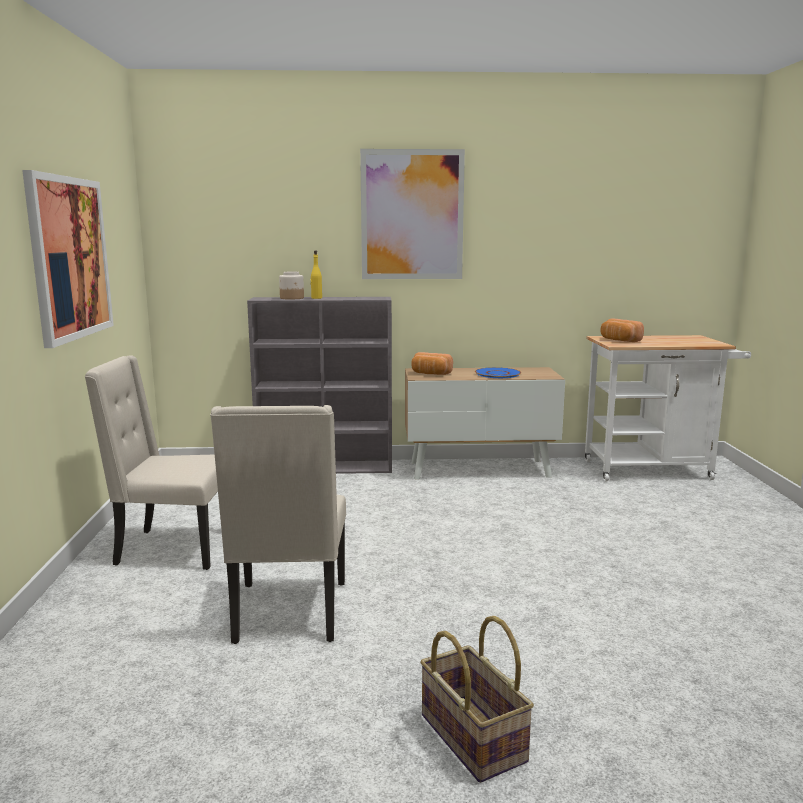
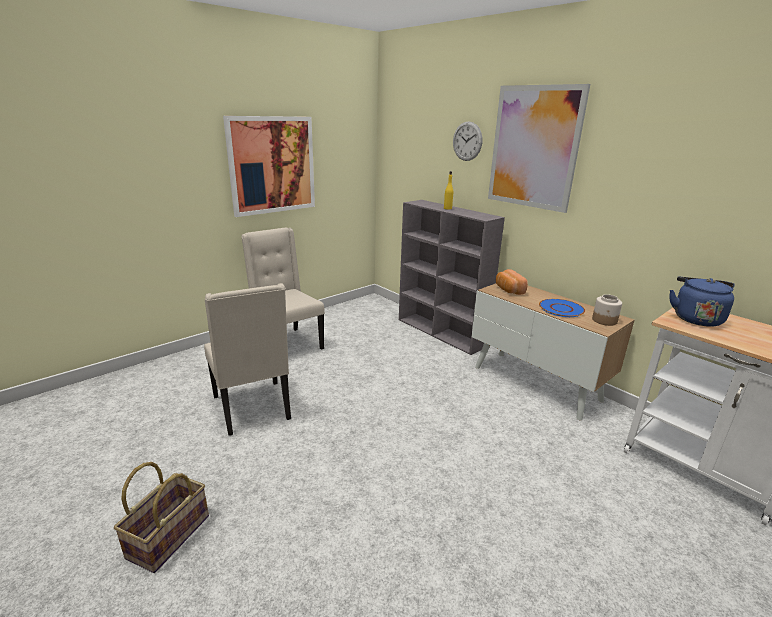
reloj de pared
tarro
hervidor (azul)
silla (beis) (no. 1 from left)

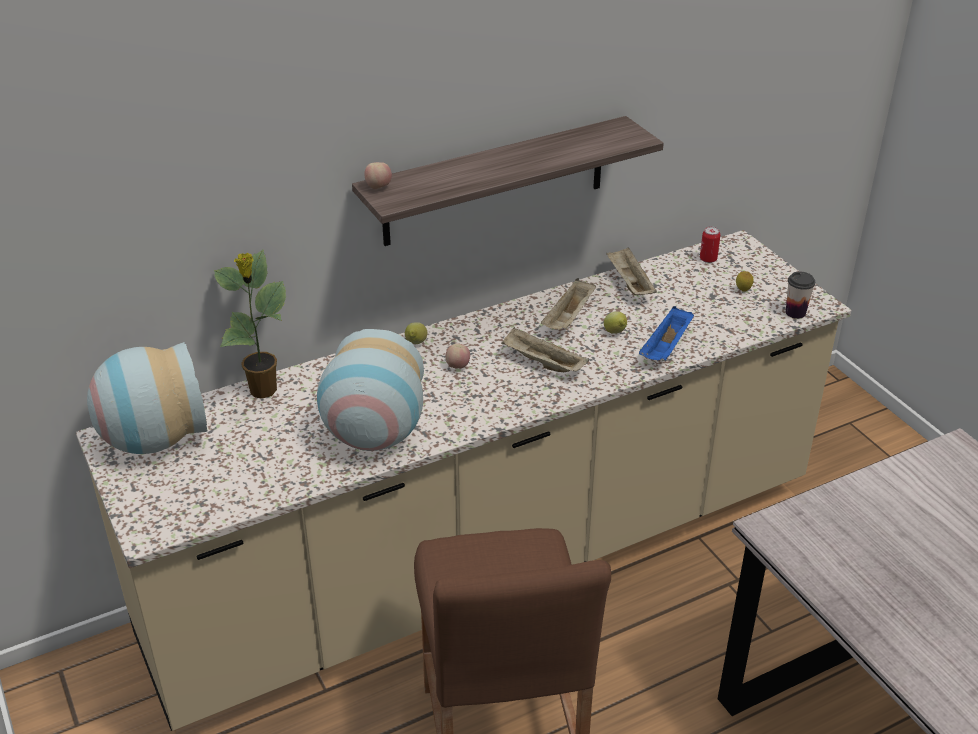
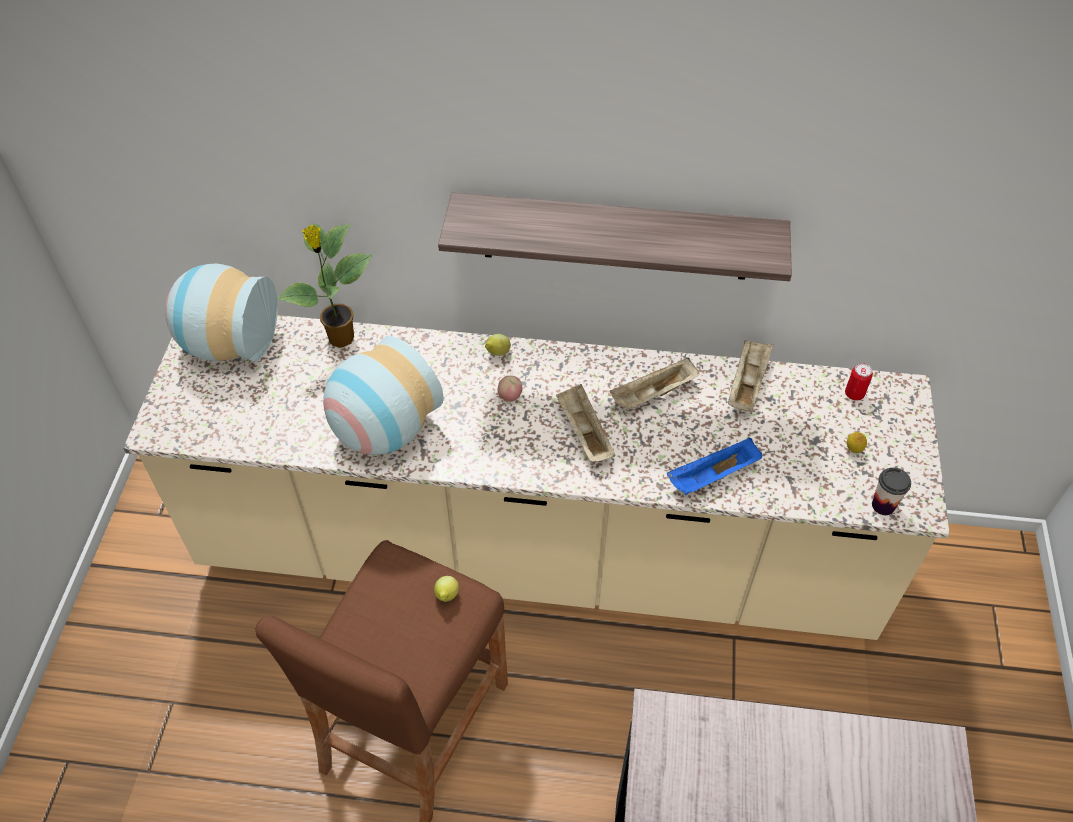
manzana (no. 1 from left in the first image)
limón (no. 1 from left)

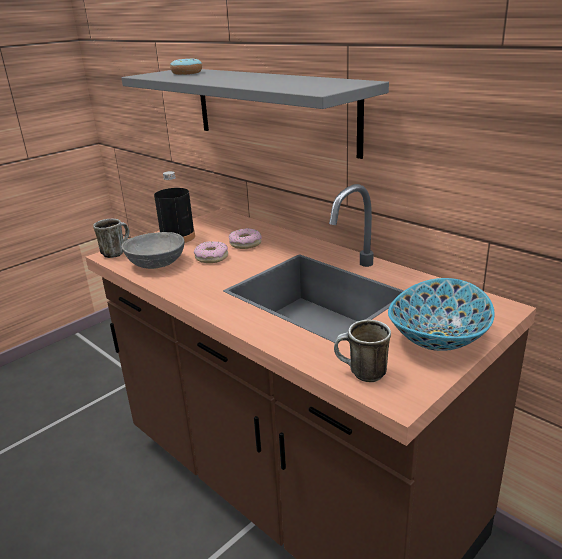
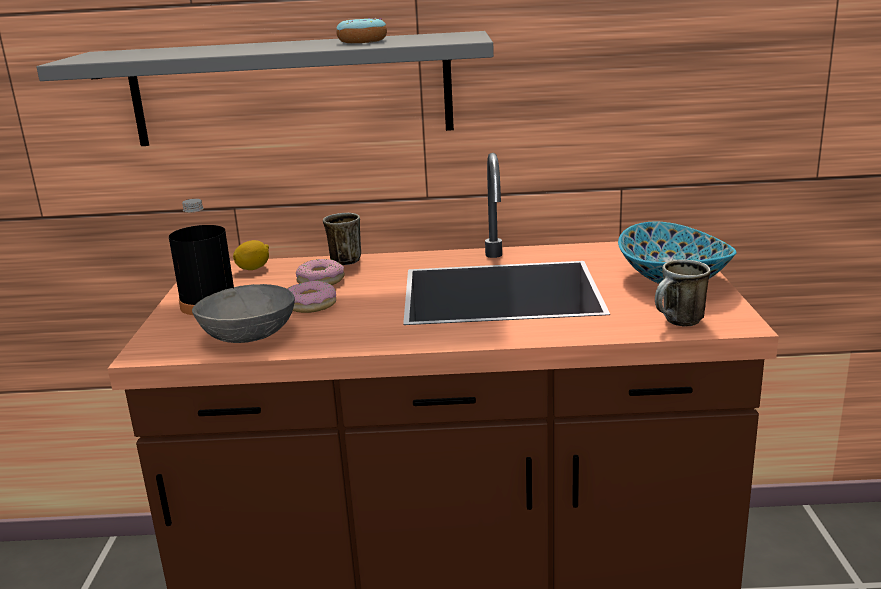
limón
taza grande (no. 1 from left)
rosquilla (no. 3 from left)

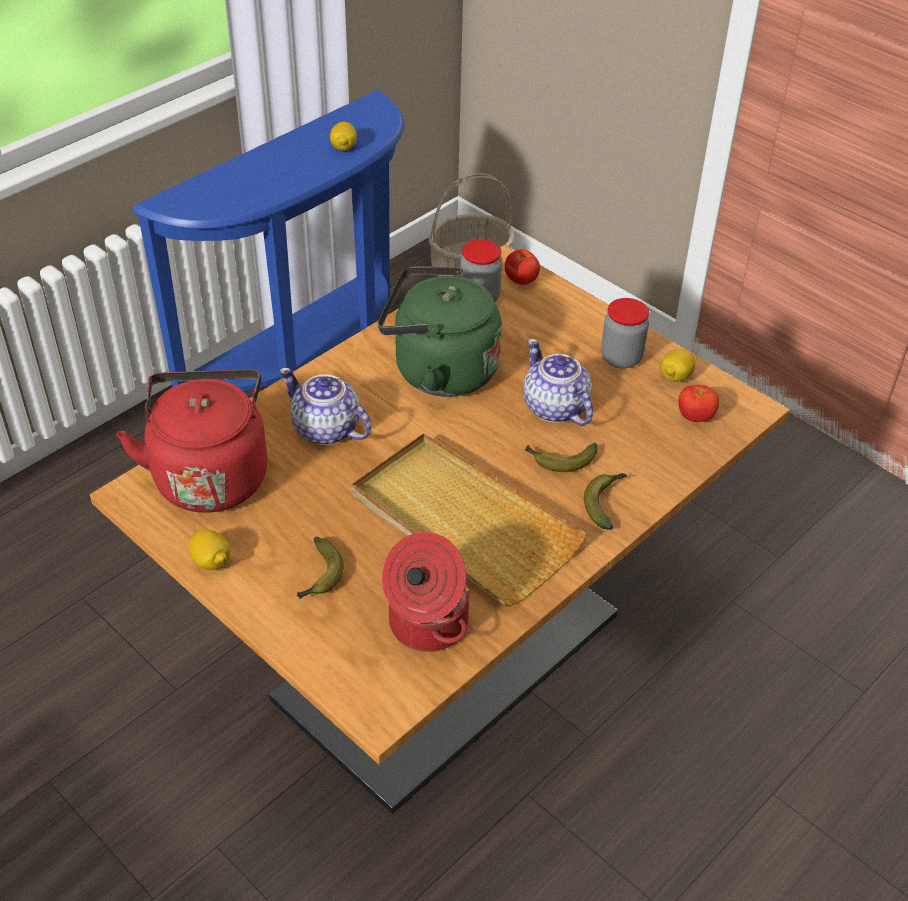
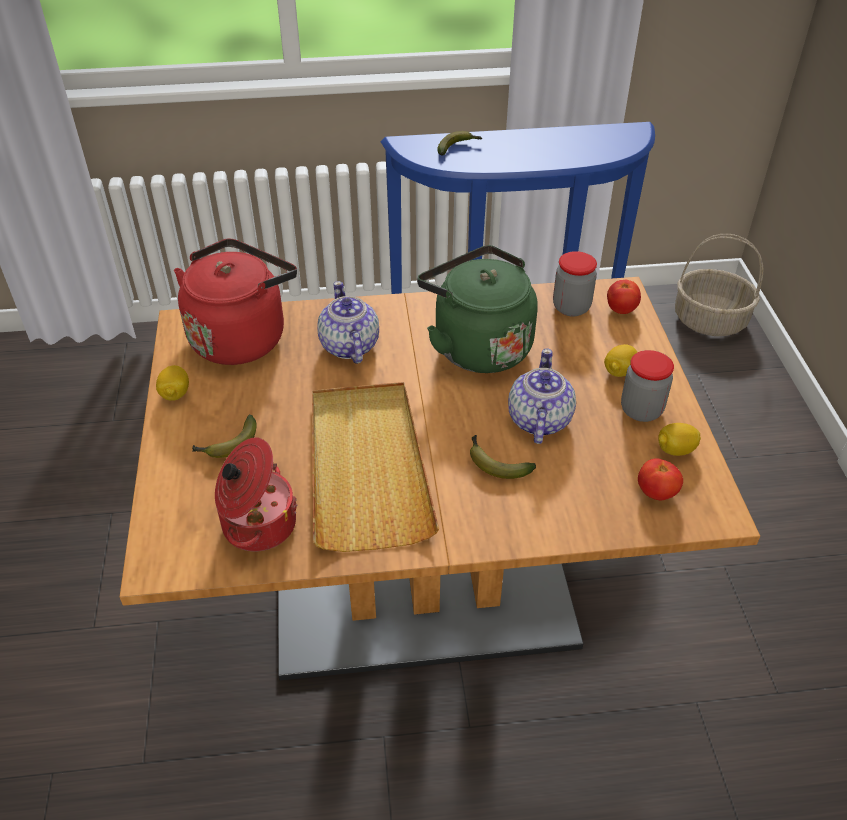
limón (no. 2 from left)
plátano (no. 2 from left)

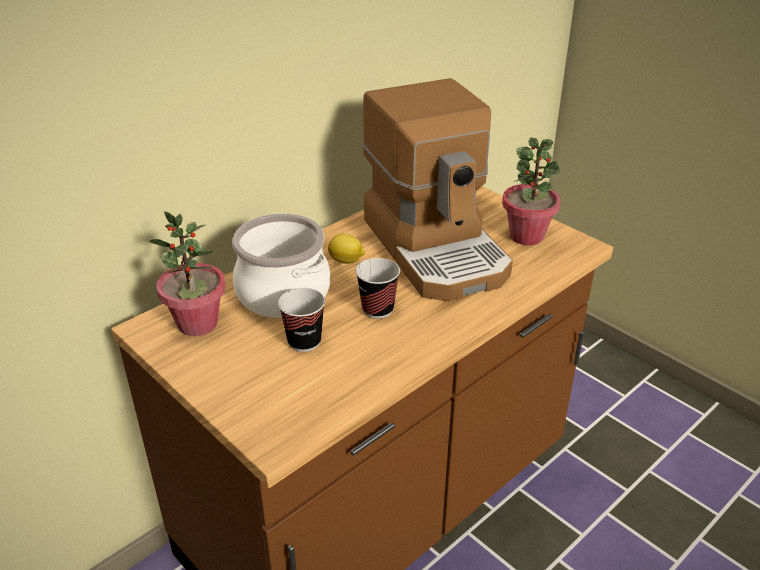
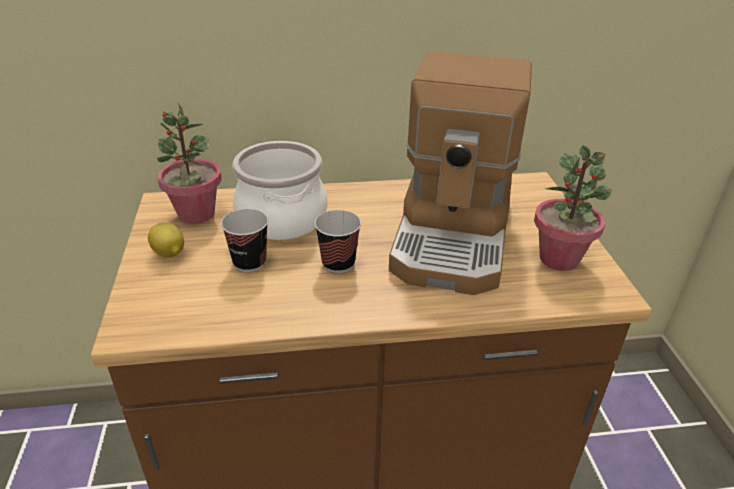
limón

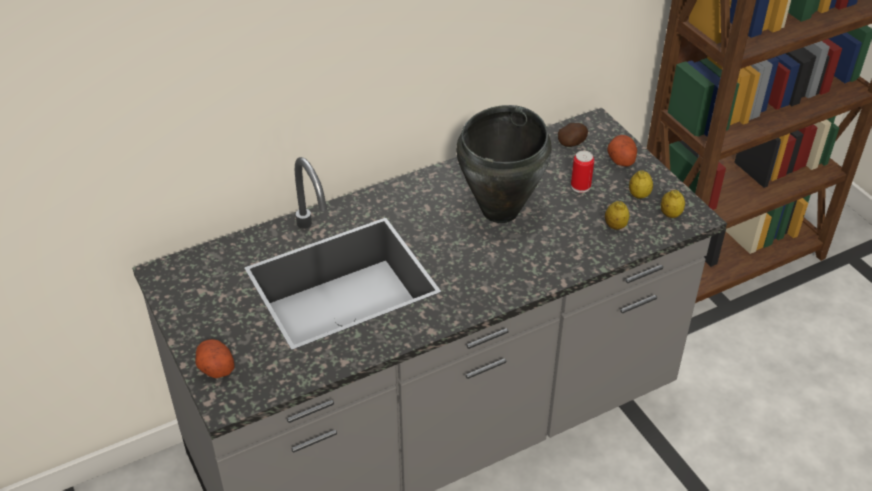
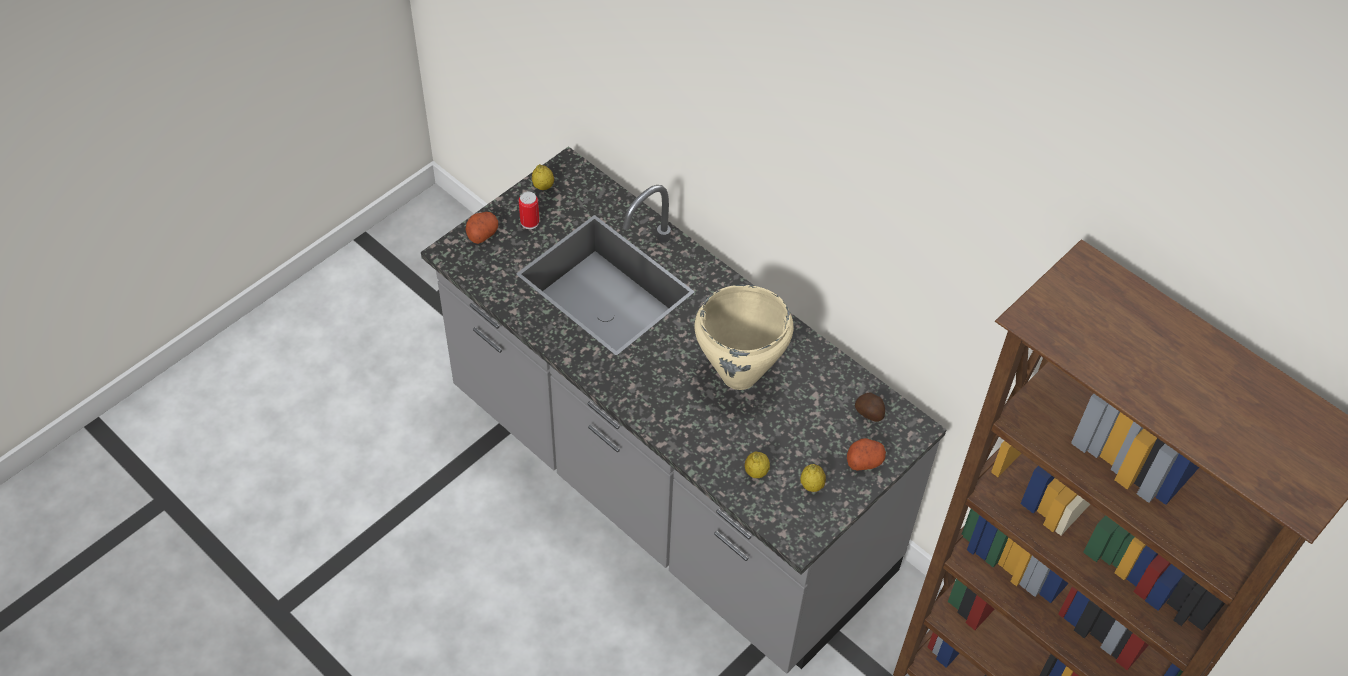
lata
limón (no. 1 from left)
olla (beis)

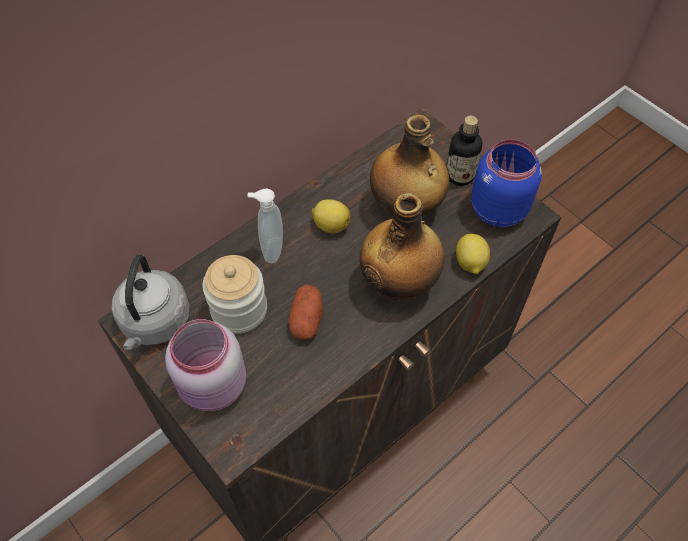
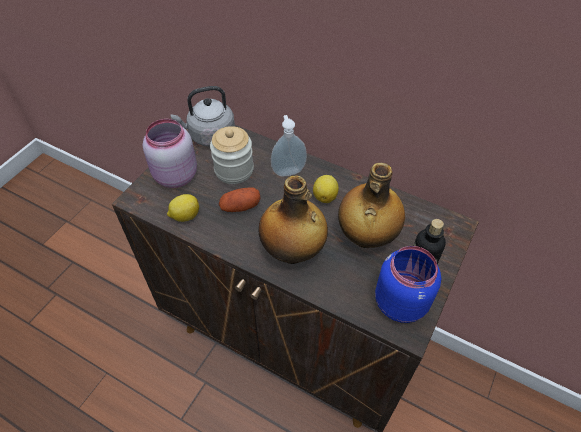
limón (no. 1 from left)

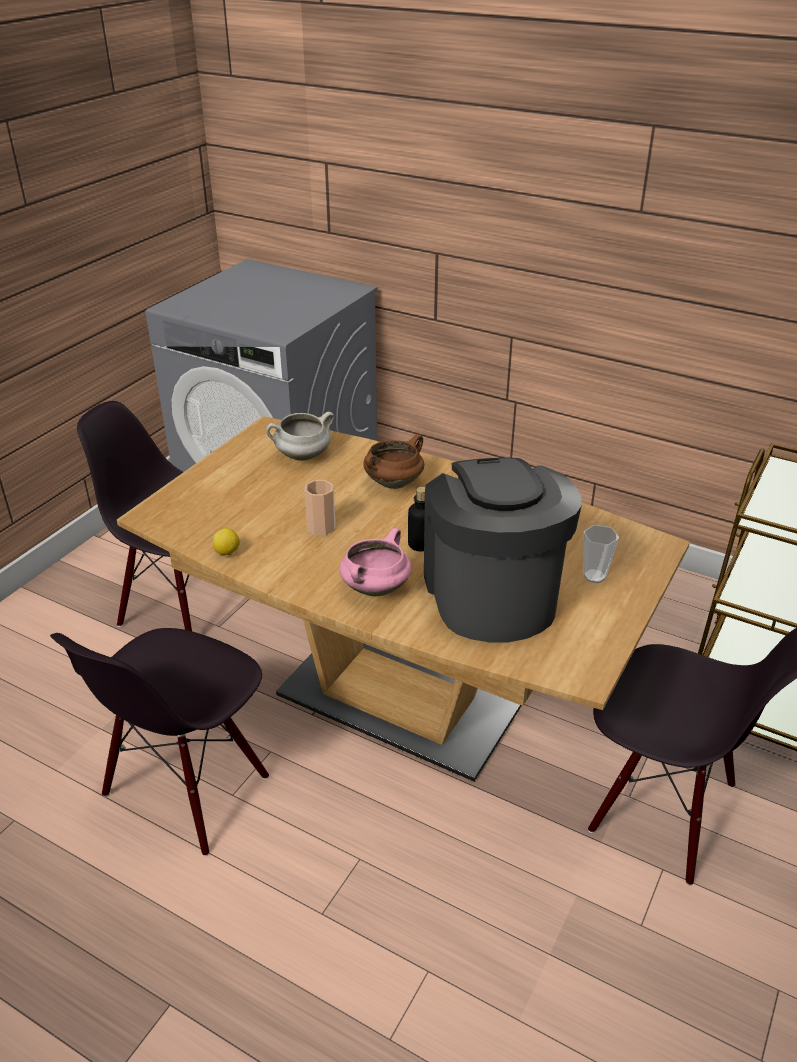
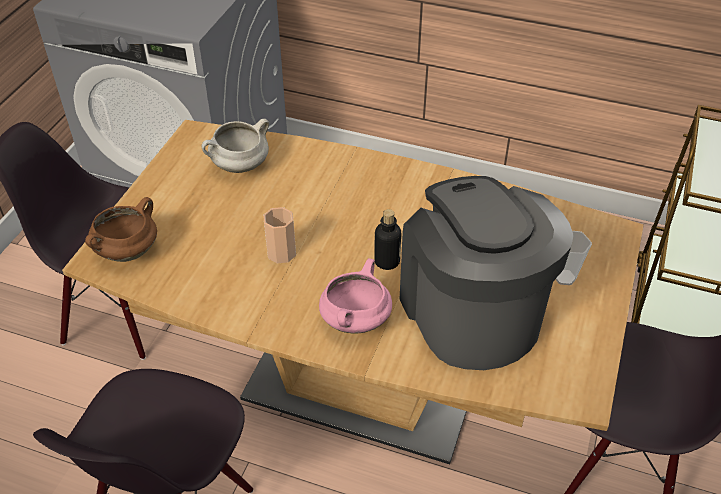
limón
olla (marrón)

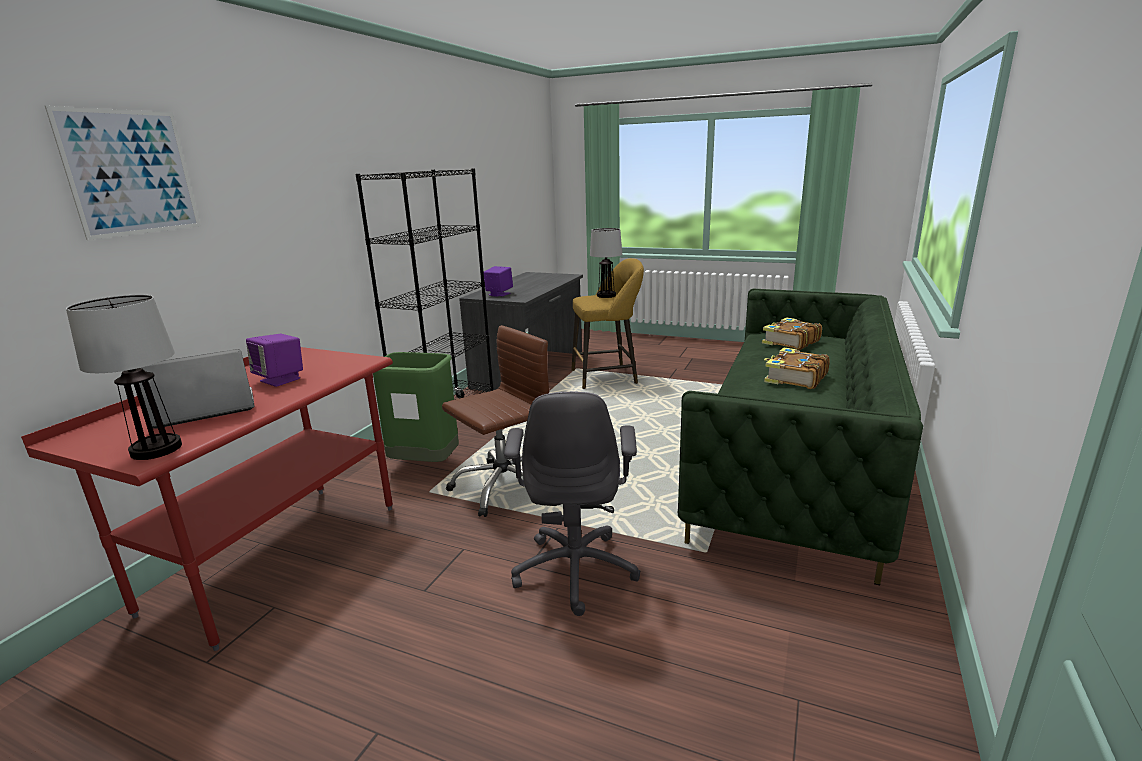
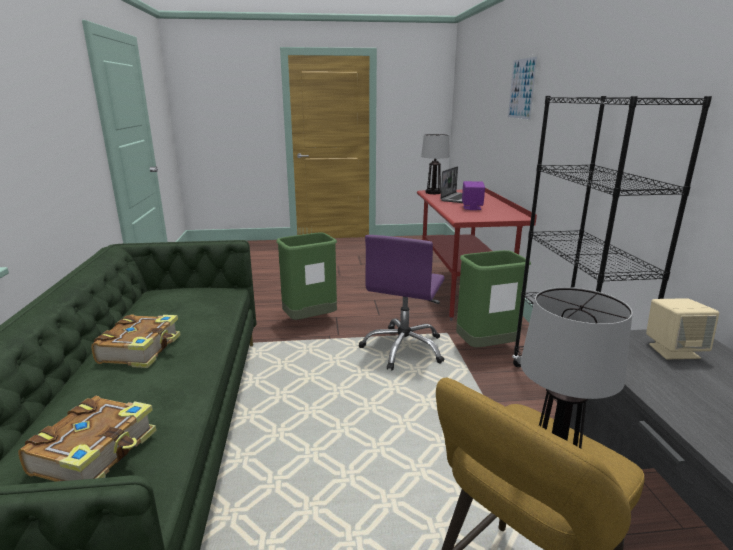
papelera (verde) (no. 1 from left)
silla de oficina (morado)
altavoz (beis)

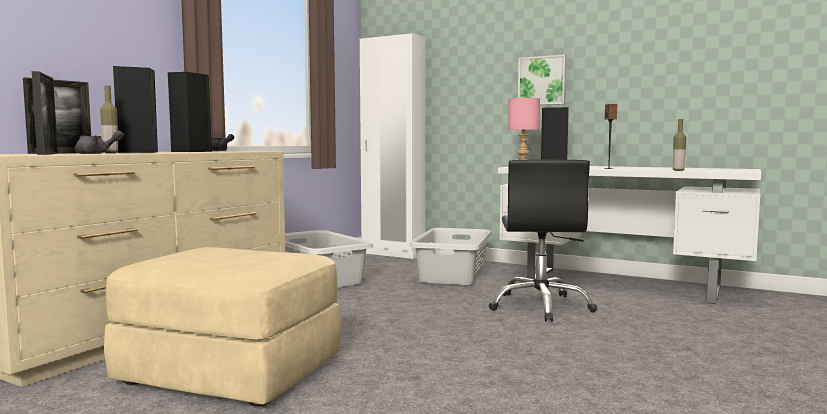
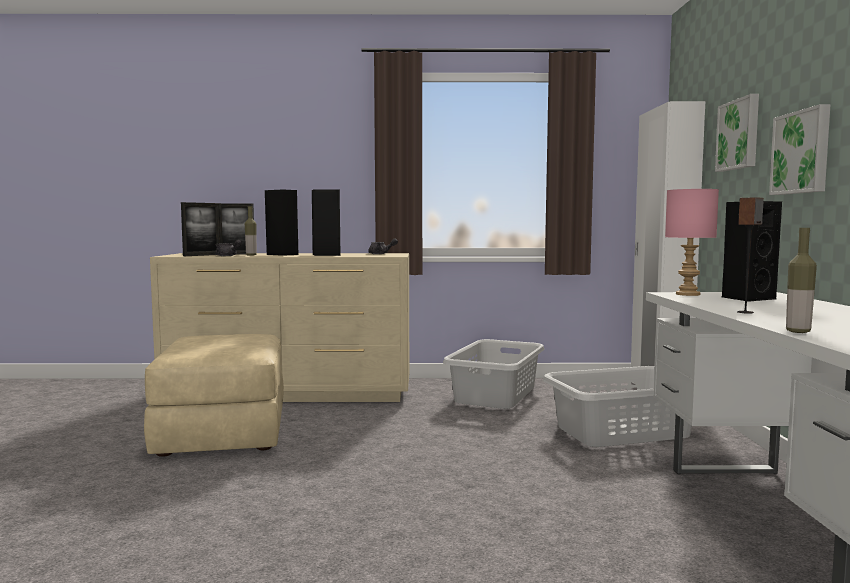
silla de oficina (negro)
cuadro (no. 1 from left)

